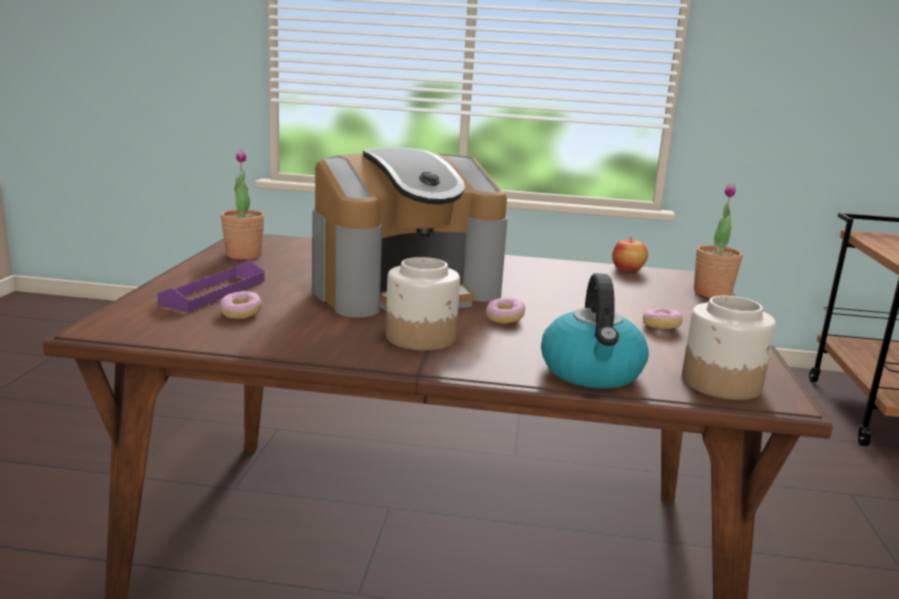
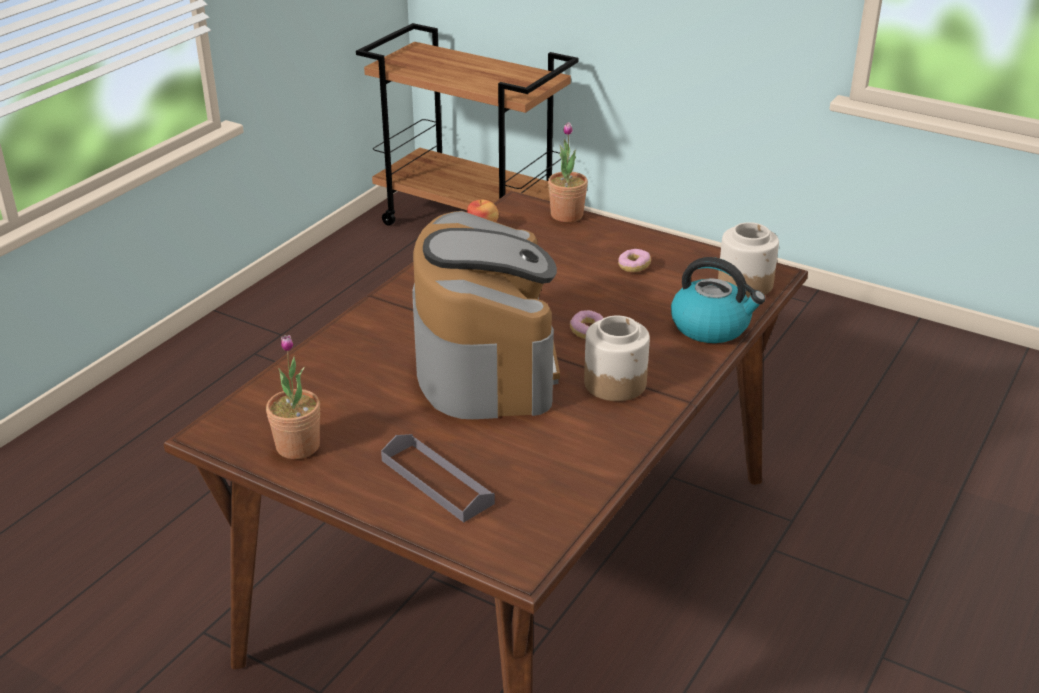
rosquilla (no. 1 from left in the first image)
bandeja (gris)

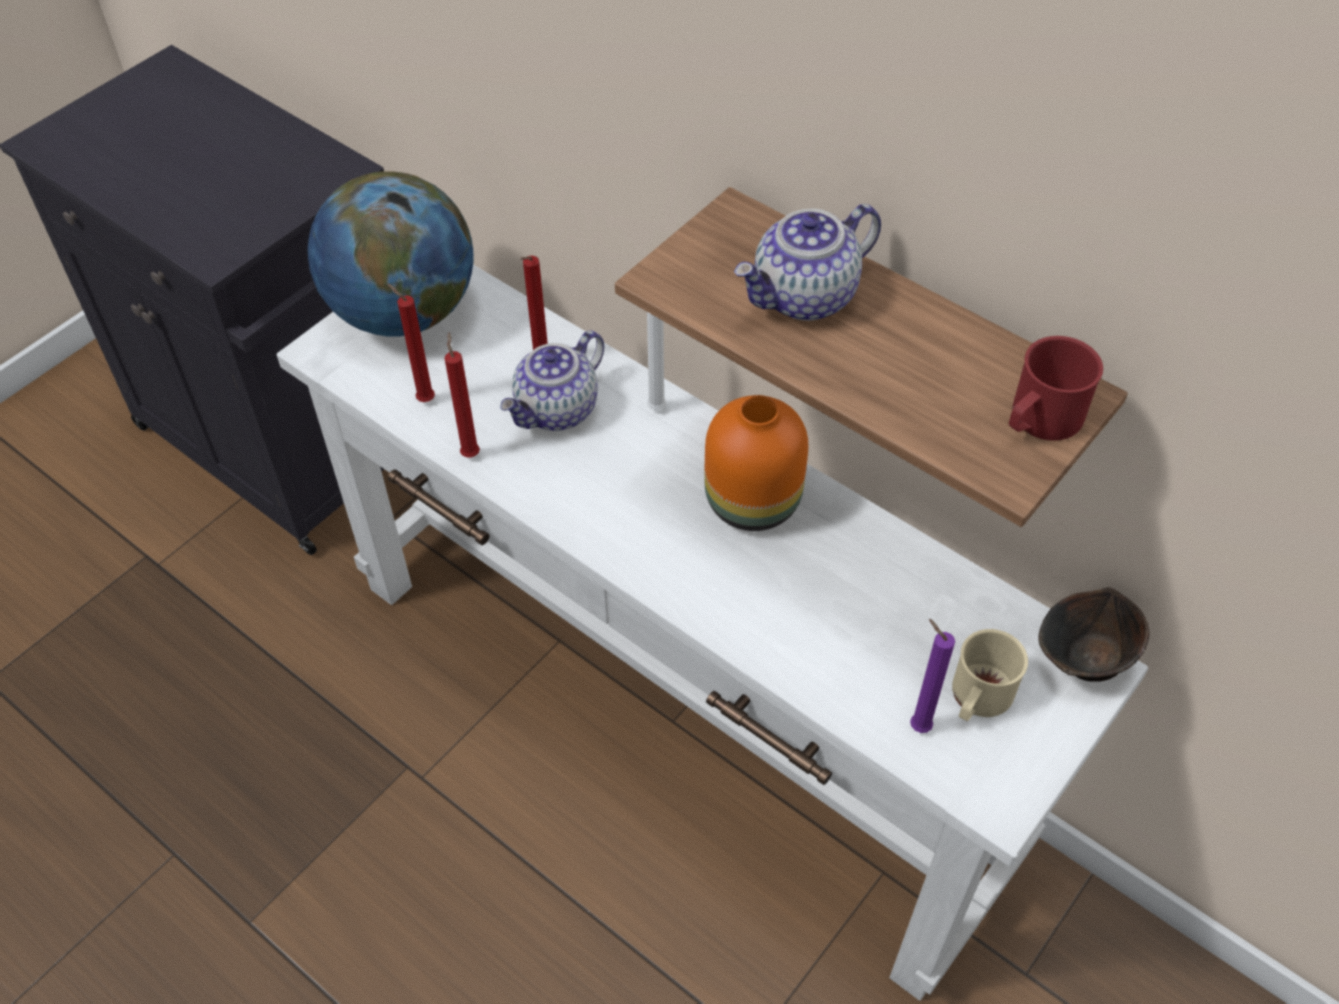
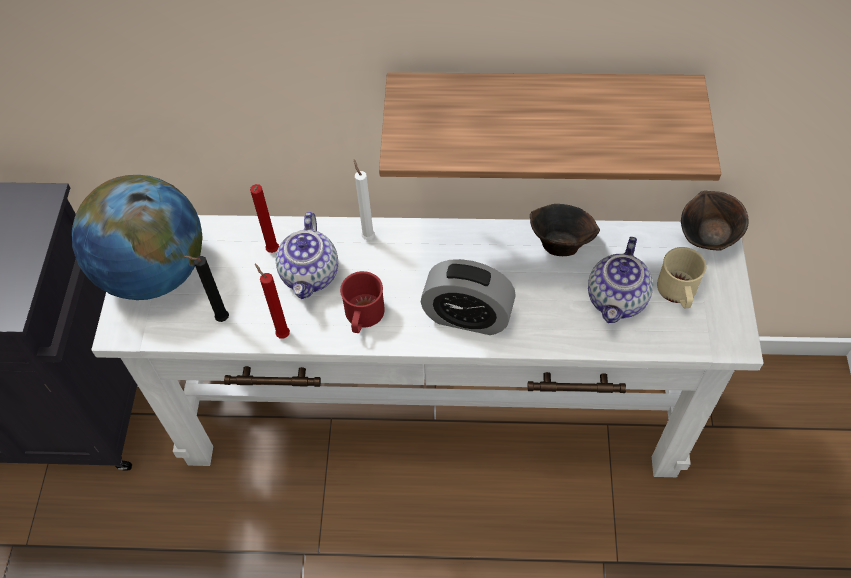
florero (naranja)
vela (morado)
despertador
cuenco (marrón) (no. 1 from left)
tetera (no. 2 from left)
taza grande (rojo)
vela (negro)

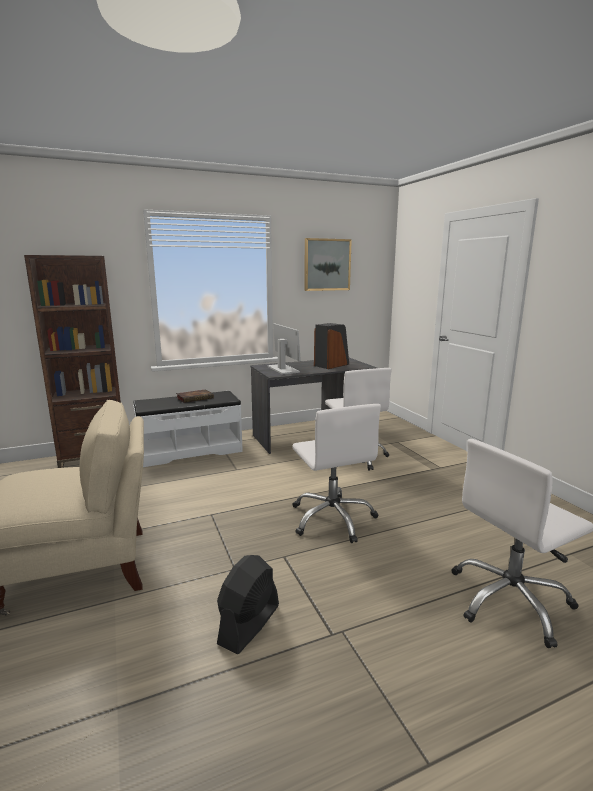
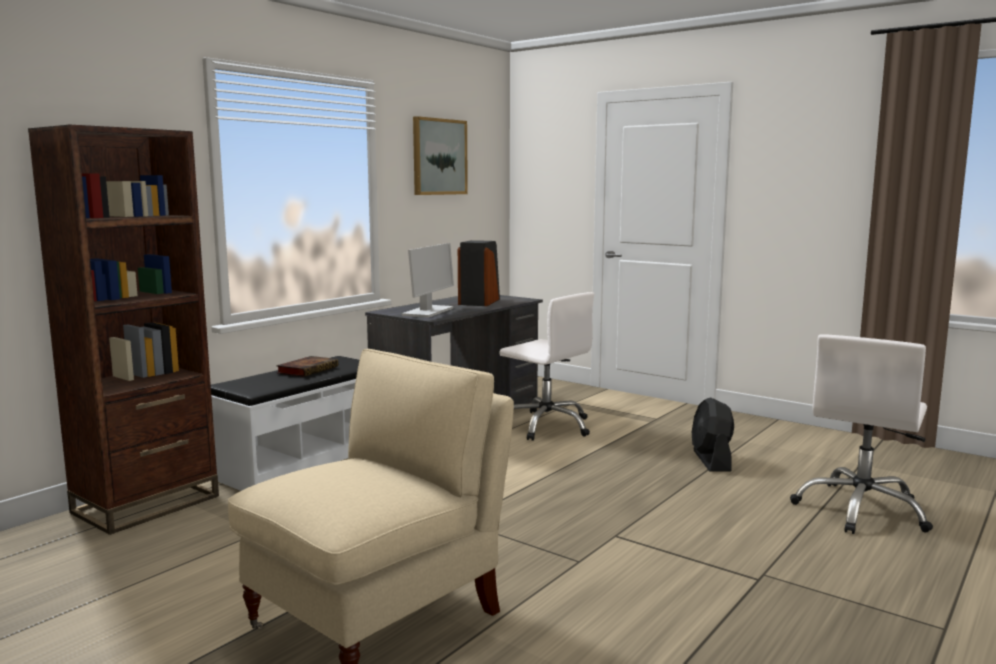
silla de oficina (blanco) (no. 1 from left in the first image)
ventilador (negro)
monitor

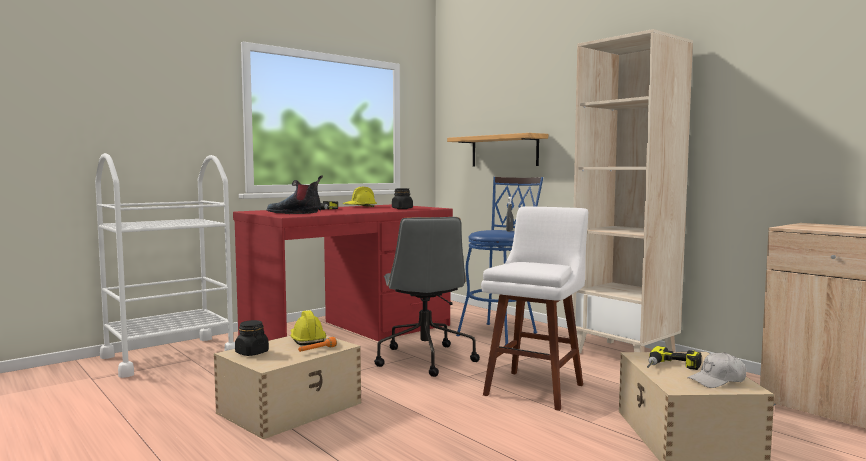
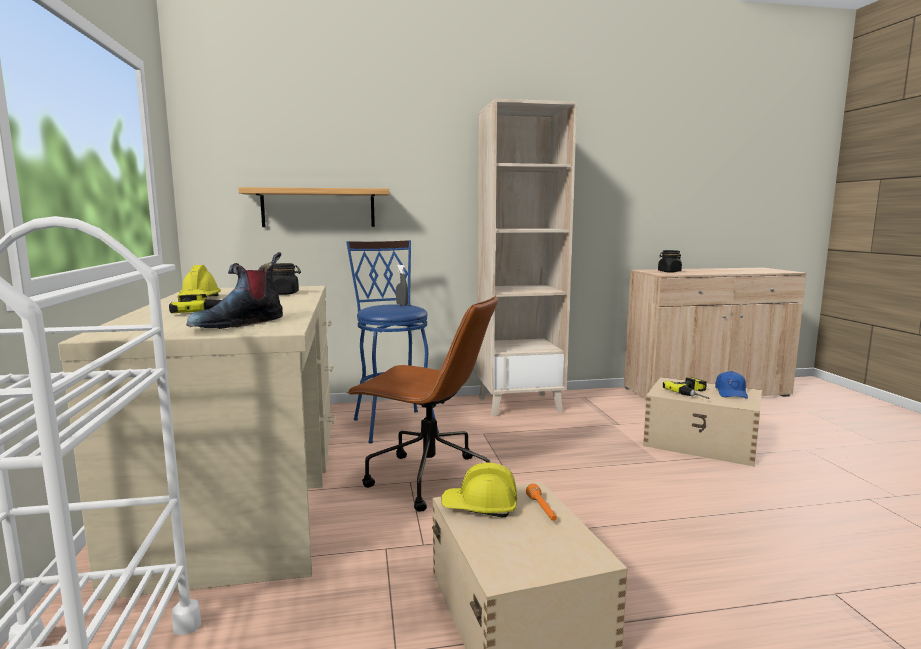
taburete (blanco)
tarro (negro) (no. 2 from left)
escritorio (beis)
silla de oficina (marrón)
gorra (azul)

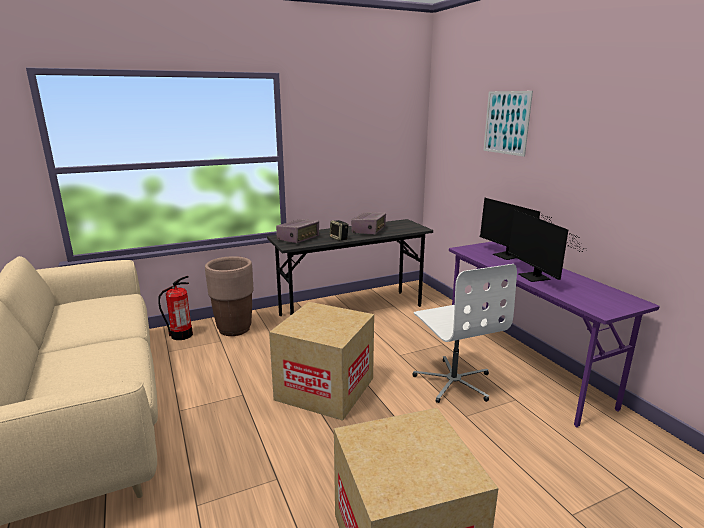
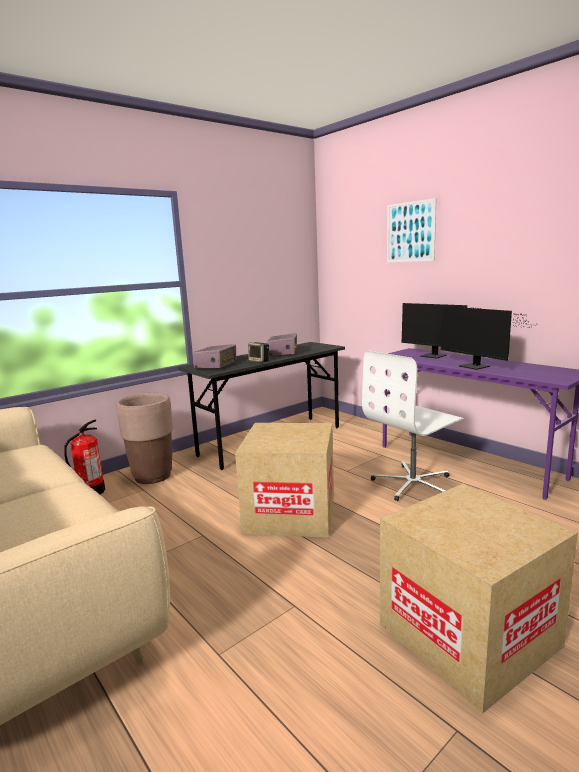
silla de oficina (blanco)

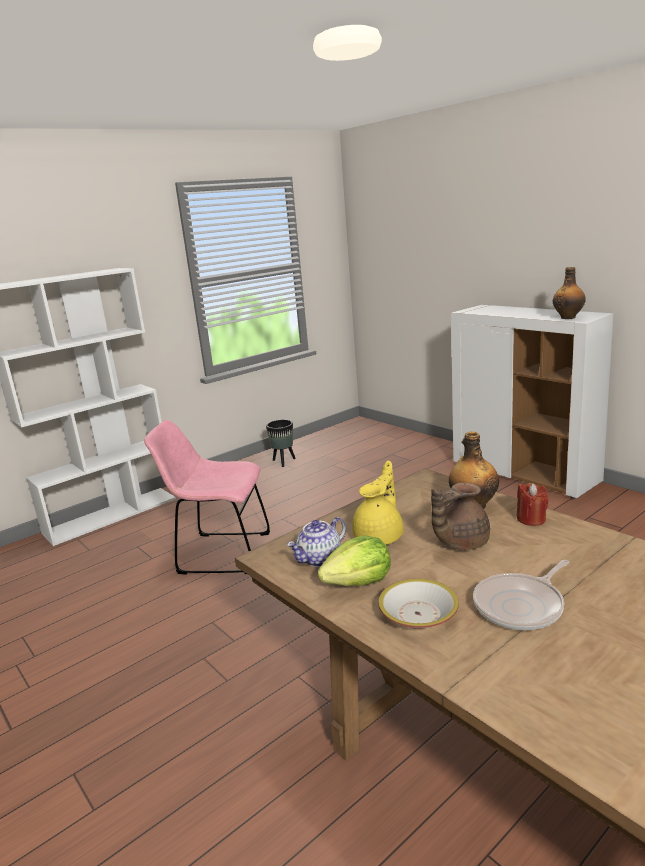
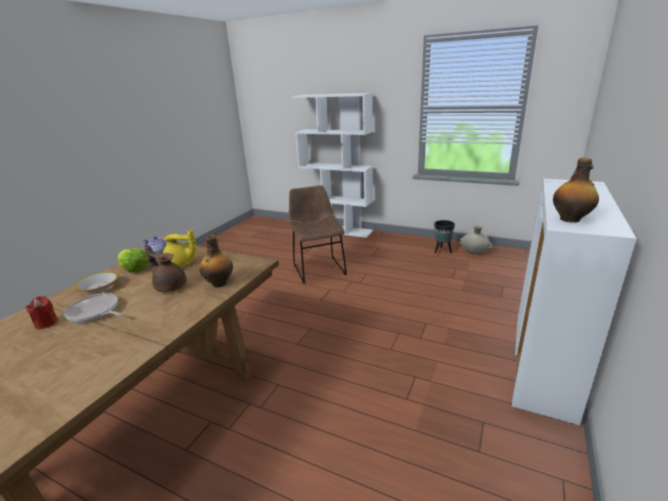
florero (beis)
vela (rojo)
silla (marrón)

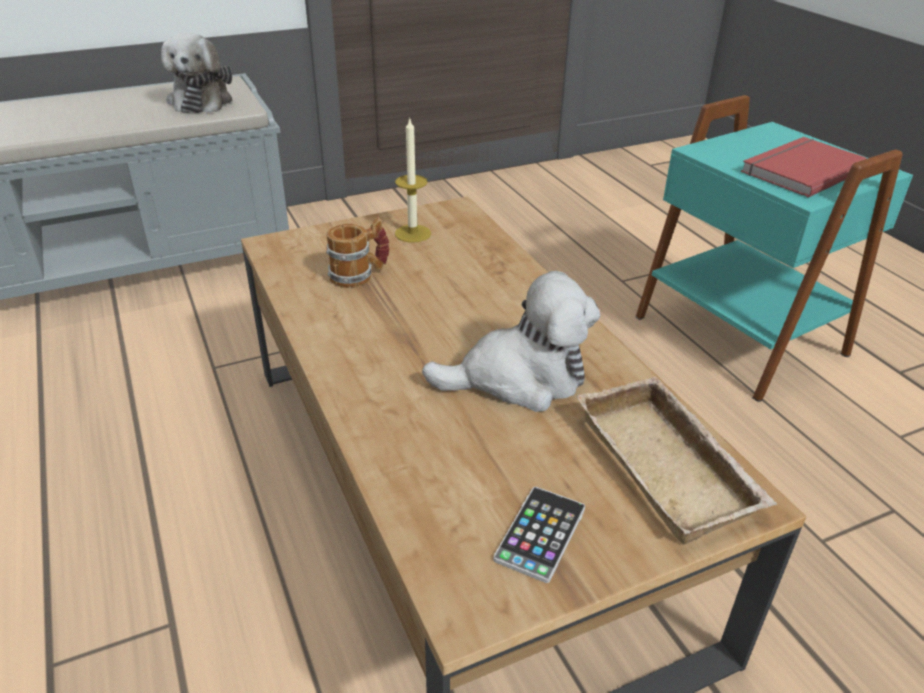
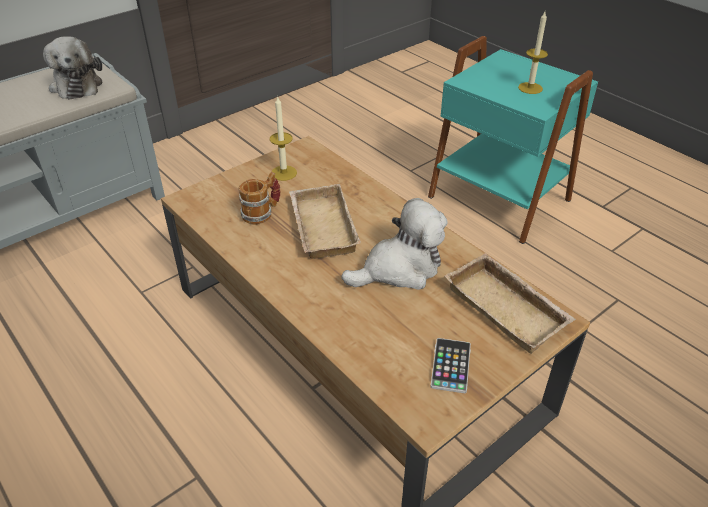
bandeja (beis) (no. 1 from left)
vela (no. 2 from left)

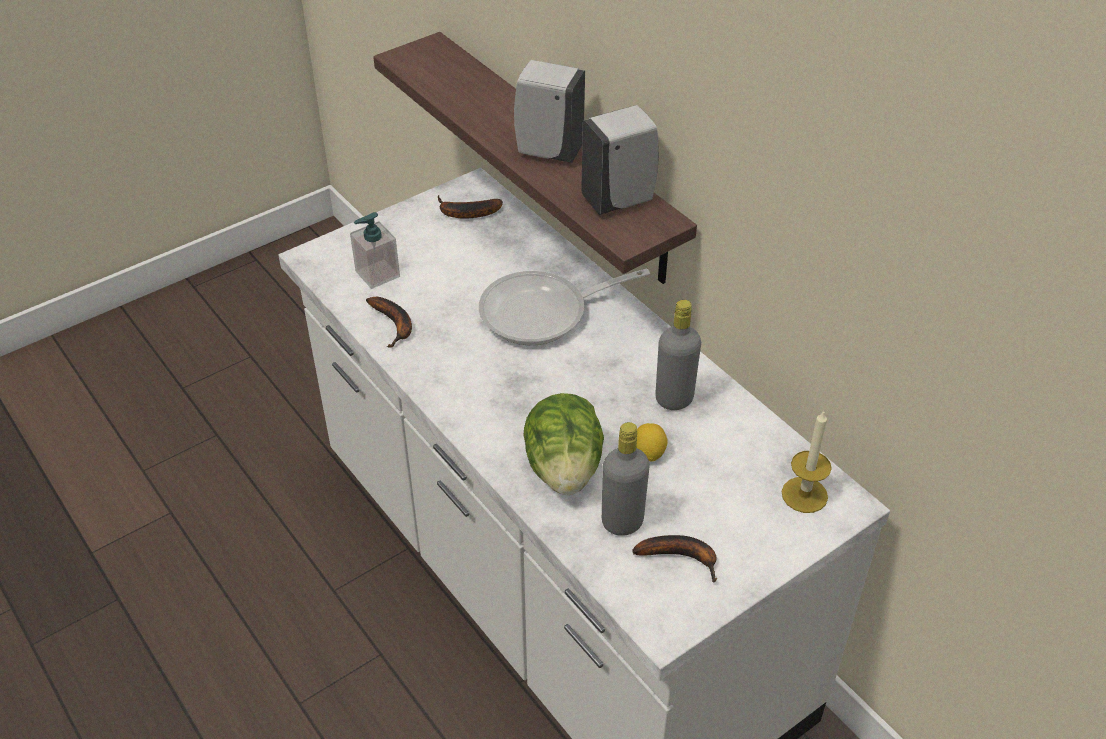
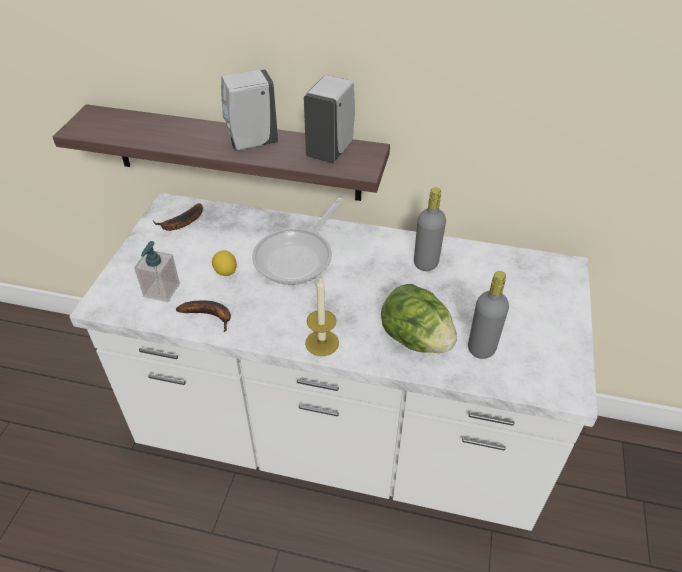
plátano (no. 3 from left in the first image)
limón
vela

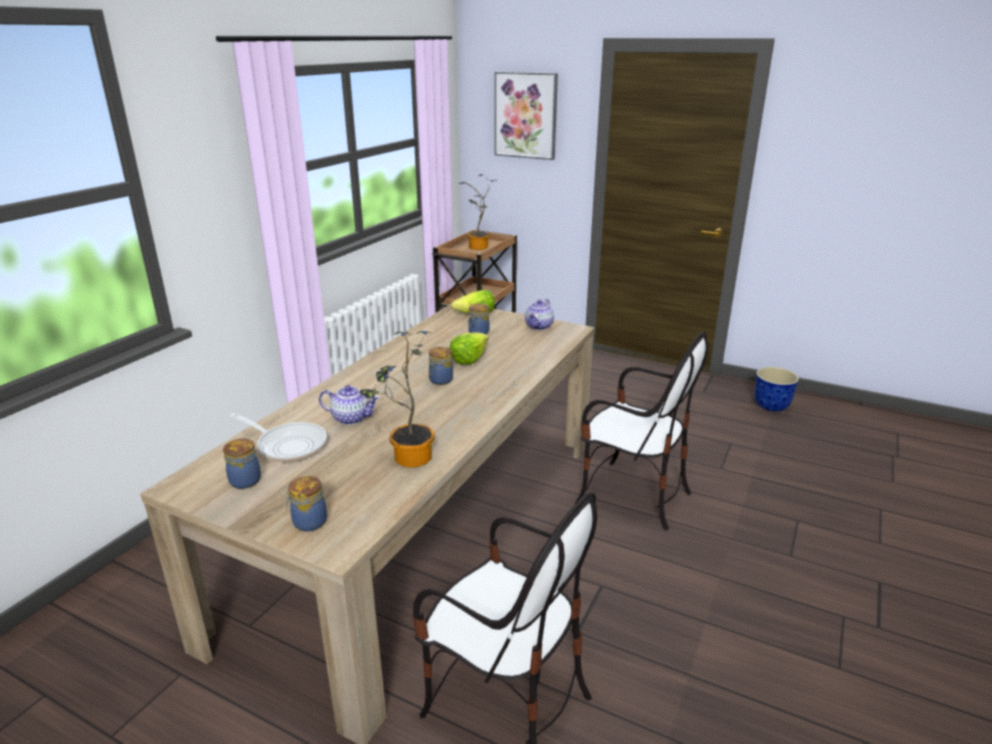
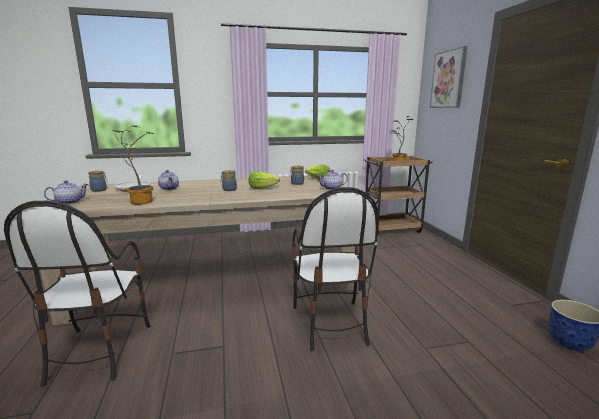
tetera (no. 1 from left)

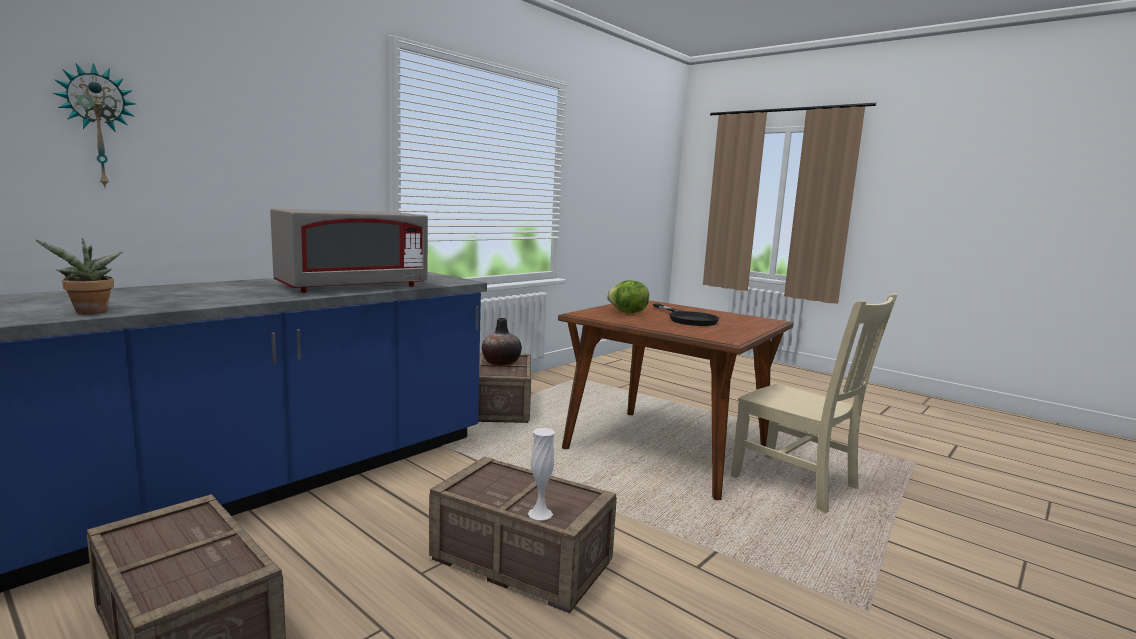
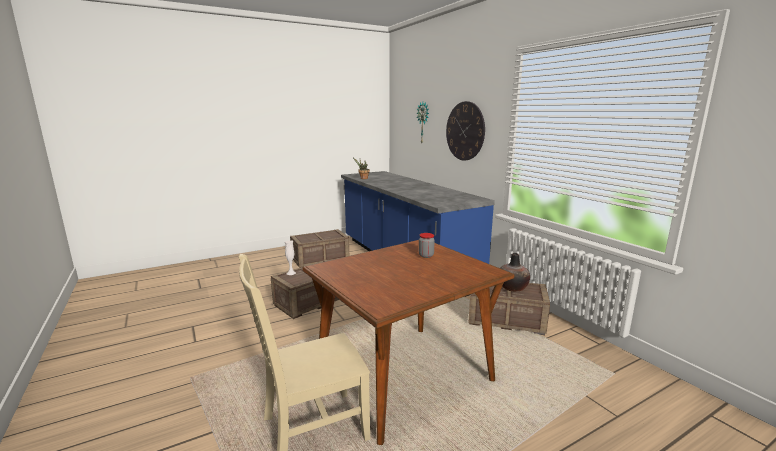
microondas (gris)
sartén (negro)
reloj de pared (no. 2 from left)
tarro

